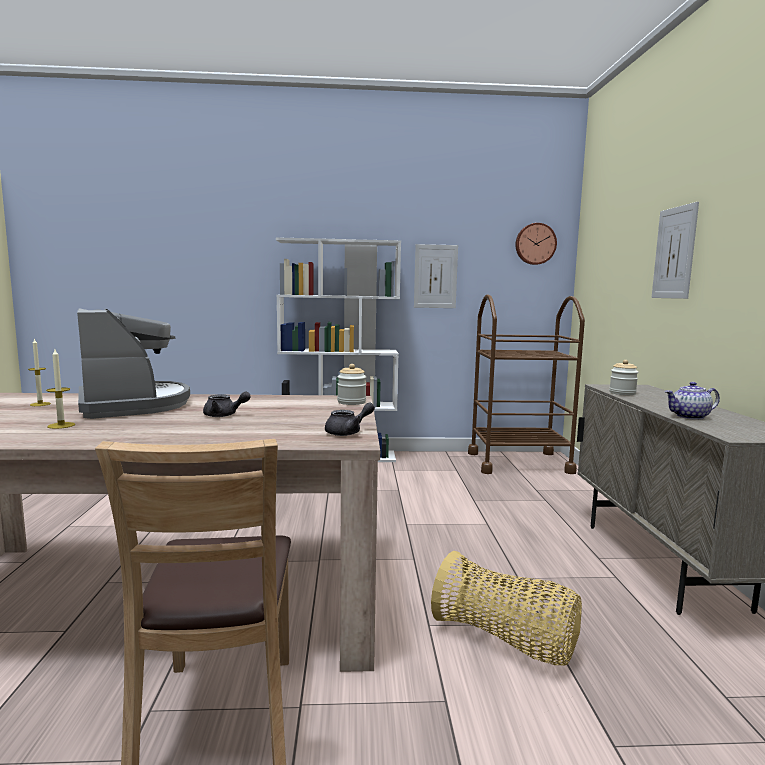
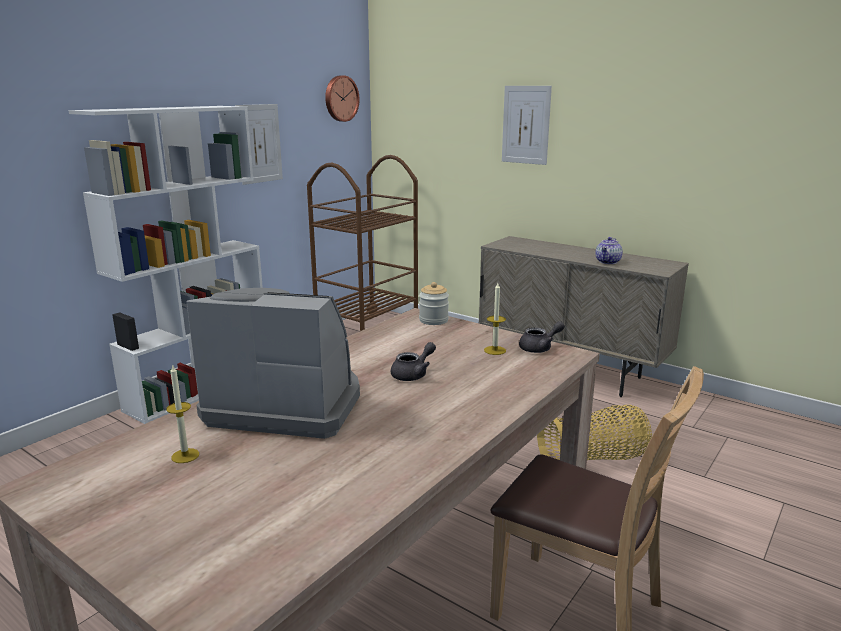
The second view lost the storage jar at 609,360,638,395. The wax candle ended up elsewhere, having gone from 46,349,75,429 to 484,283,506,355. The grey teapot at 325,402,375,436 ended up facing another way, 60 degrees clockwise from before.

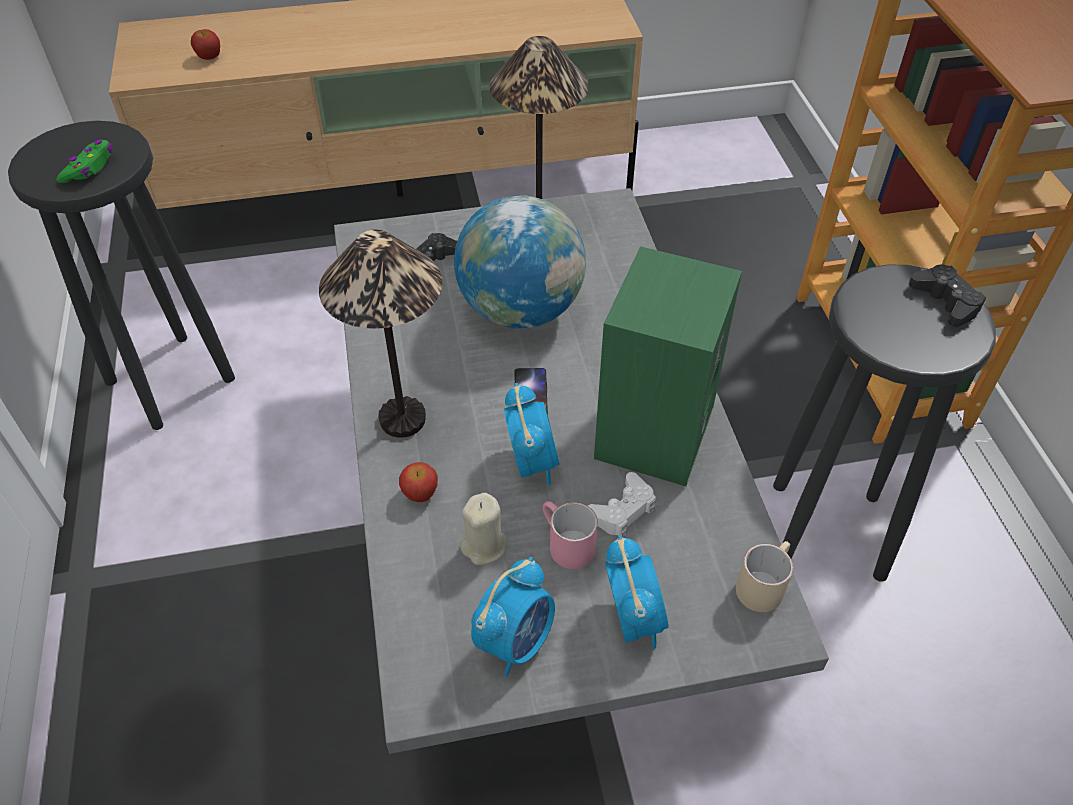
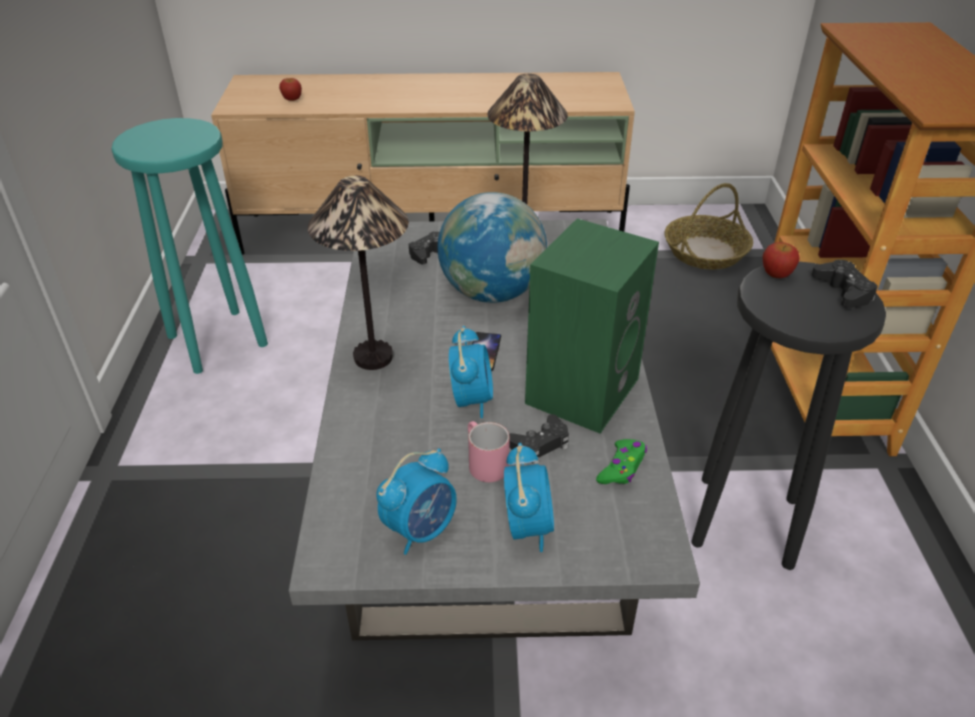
The second view lost the beige wax candle at 460,493,507,565. The second view lost the beige mug at 736,541,793,612. The second view gained the storage basket at 665,183,753,269. The green gamepad ended up elsewhere, having gone from 56,140,112,183 to 596,439,647,484. The apple fruit ended up elsewhere, having gone from 399,462,438,502 to 763,242,800,278. What was the blackish stool seat at 8,121,235,430 turned into the turquoise-coloured stool seat at 112,118,268,374. What was the white-coloured gamepad at 588,472,656,537 turned into the blackish gamepad at 509,414,569,464.

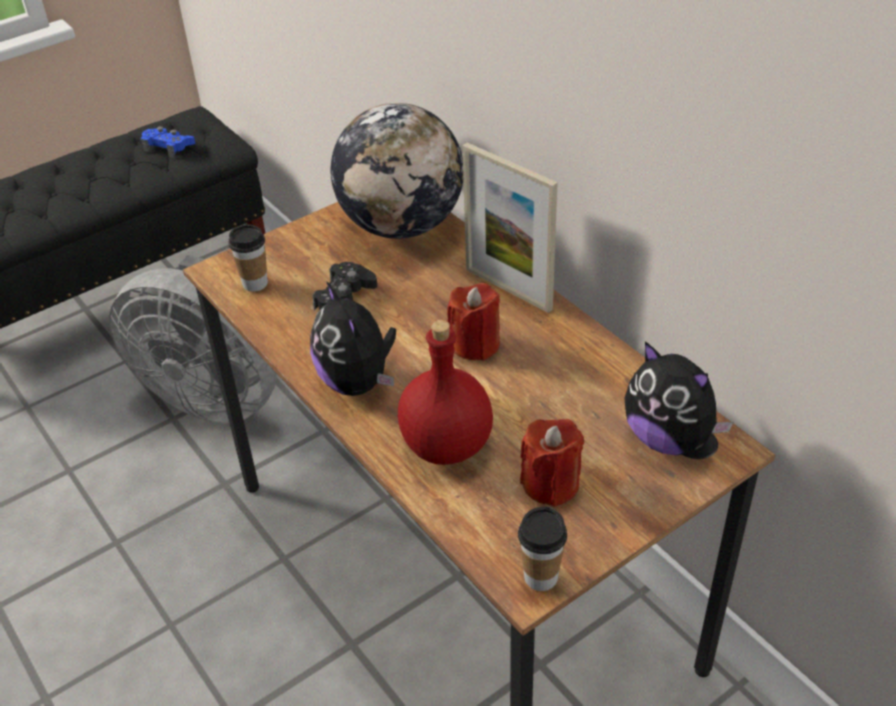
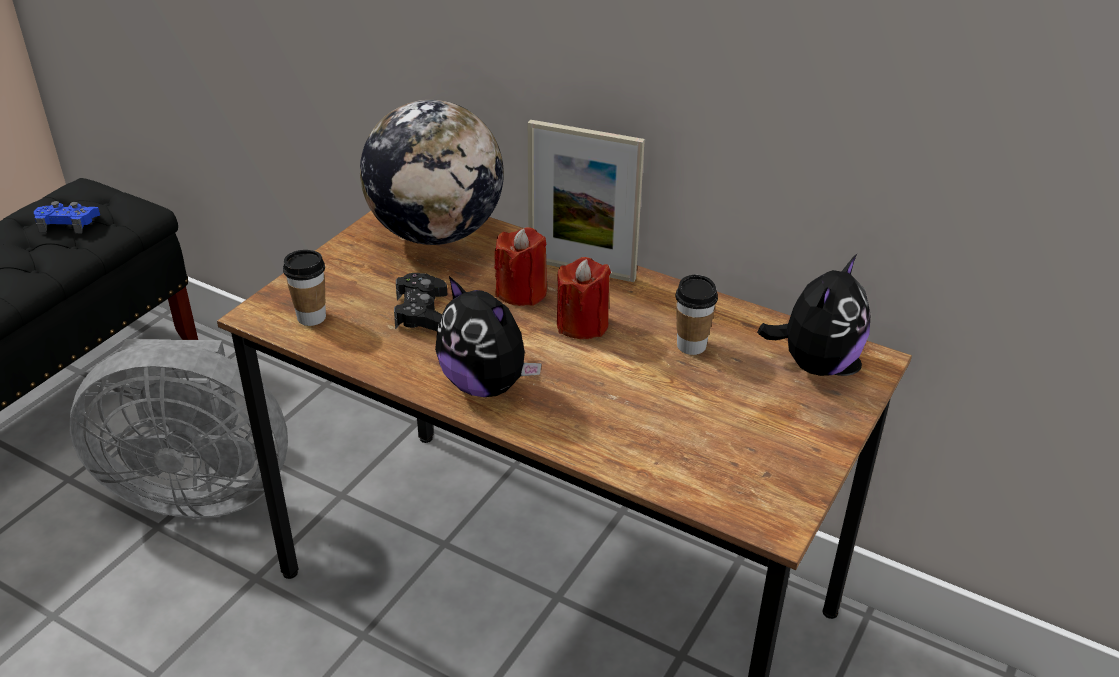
The second view lost the red-coloured beverage bottle at 398,320,493,465. The small cup ended up elsewhere, having gone from 518,507,567,591 to 675,275,718,355. The red-coloured wax candle ended up elsewhere, having gone from 520,419,584,507 to 494,227,547,306. The plush toy at 624,341,733,455 ended up facing another way, 75 degrees counterclockwise from before.

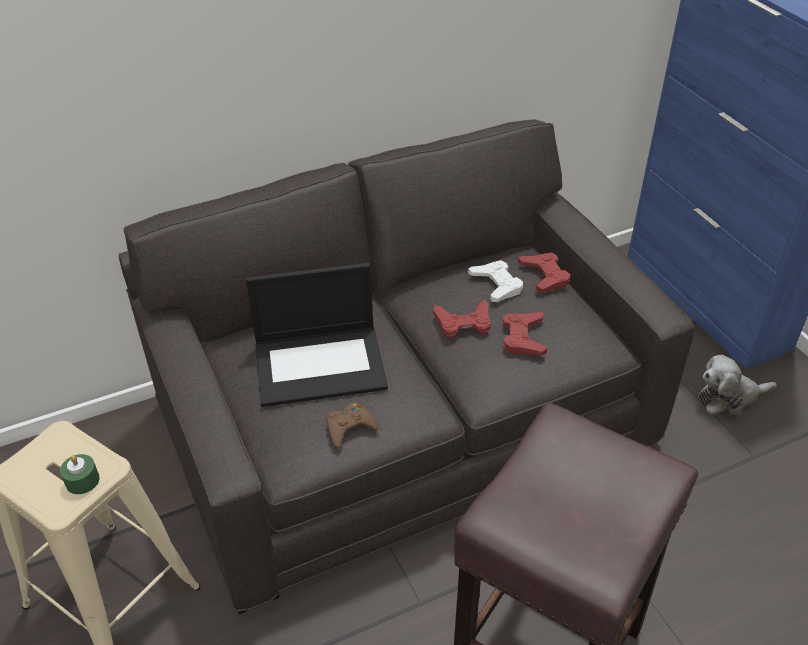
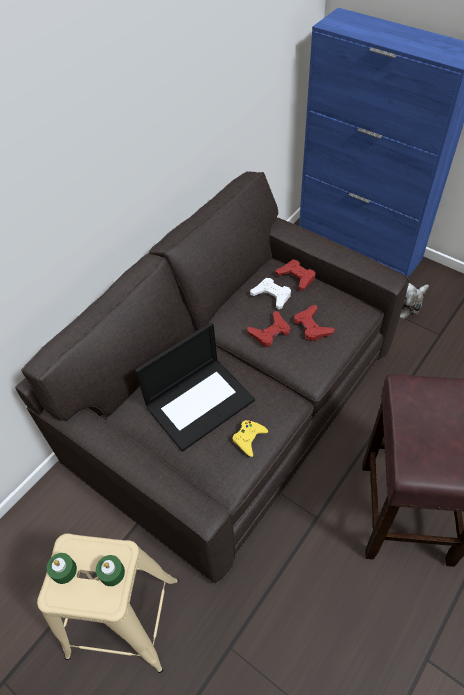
The second view gained the green wax candle at 47,553,77,584. What was the brown-coloured gamepad at 326,402,379,448 turned into the yellowish gamepad at 233,420,268,457.

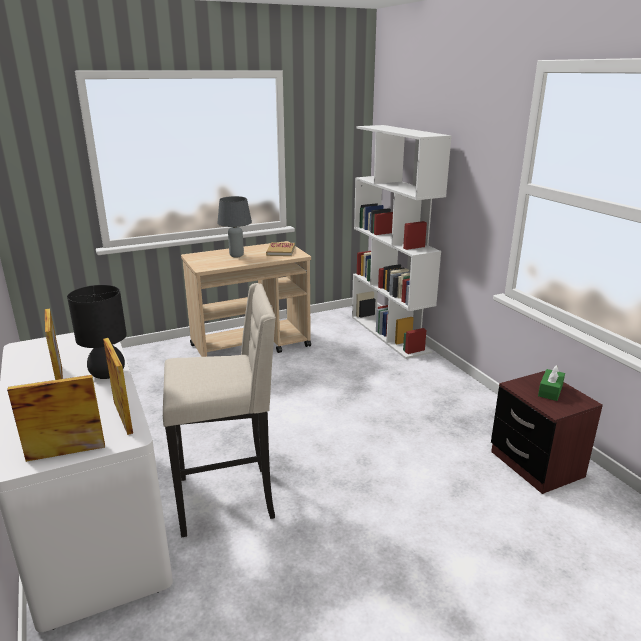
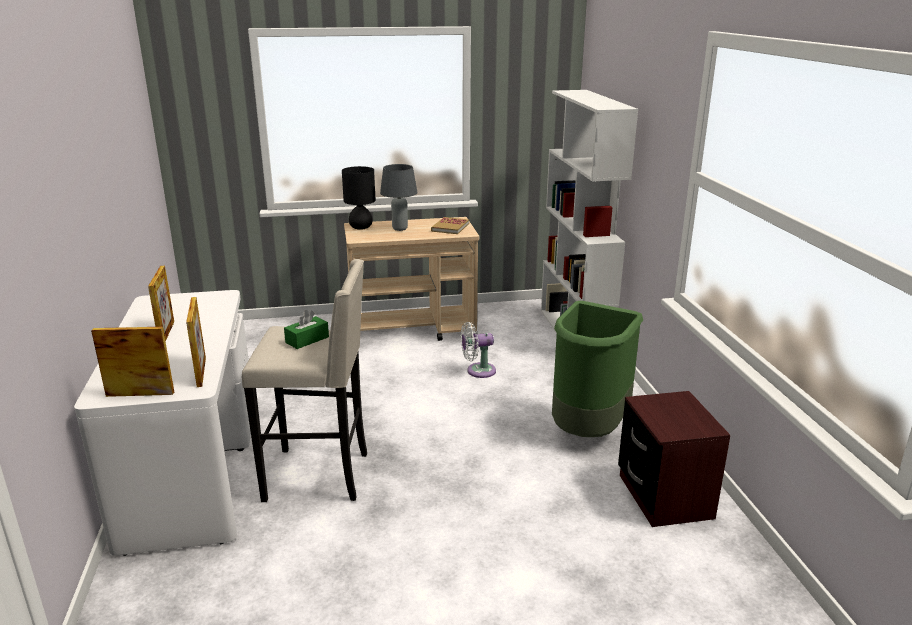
The second view gained the white-coloured fan at 461,322,496,378. The second view gained the green rubbish bin at 552,301,643,437. The blackish tabletop lamp ended up elsewhere, having gone from 67,285,127,379 to 342,166,376,230. The green tissue box ended up elsewhere, having gone from 538,365,565,401 to 284,310,329,349.

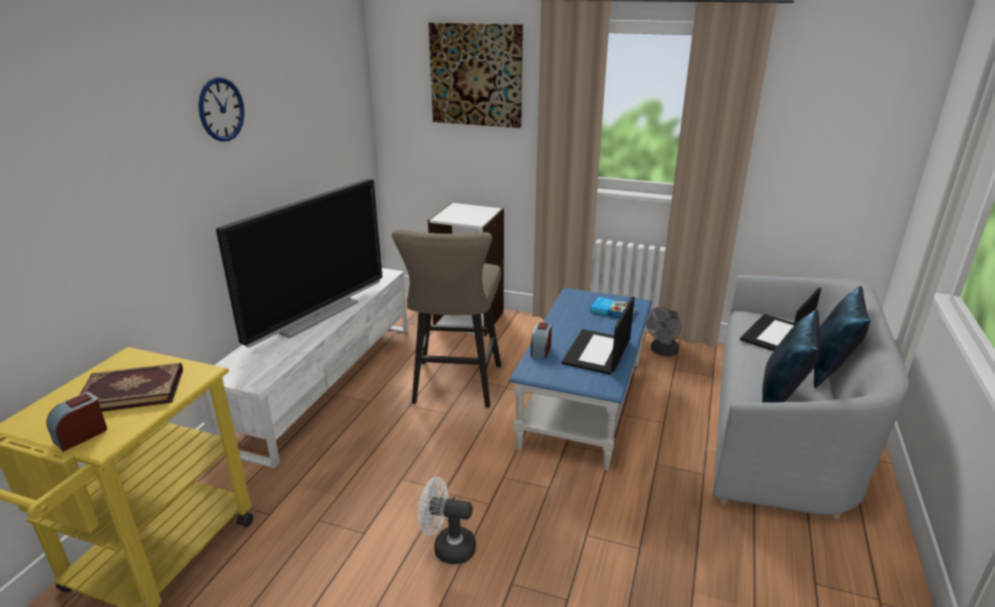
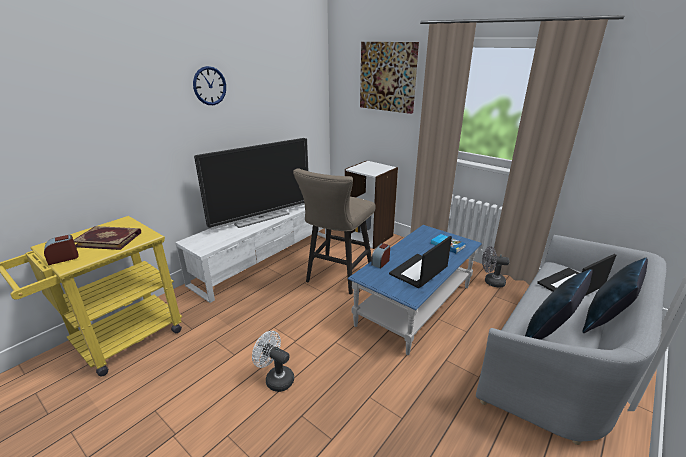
The grey fan at 646,307,681,356 ended up facing another way, 45 degrees clockwise from before.

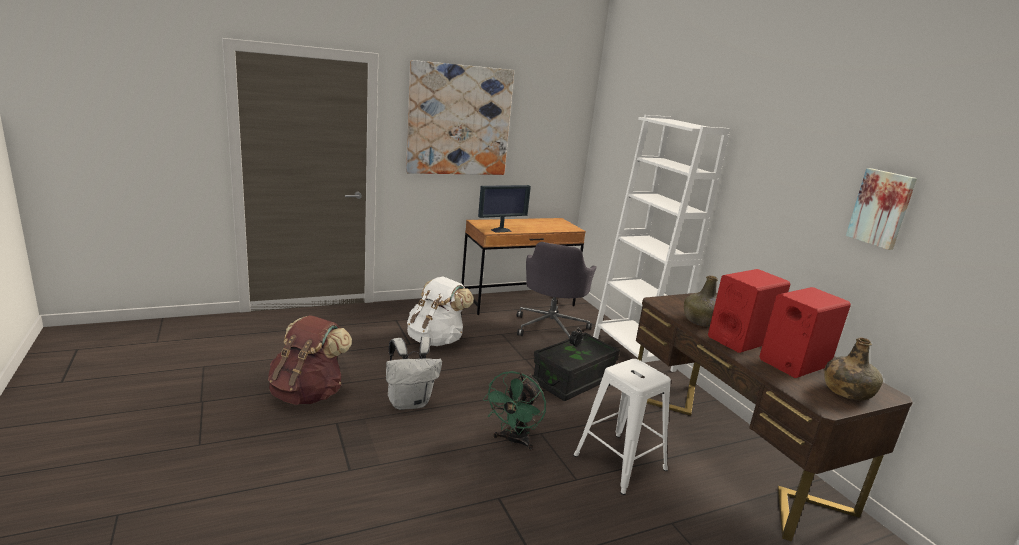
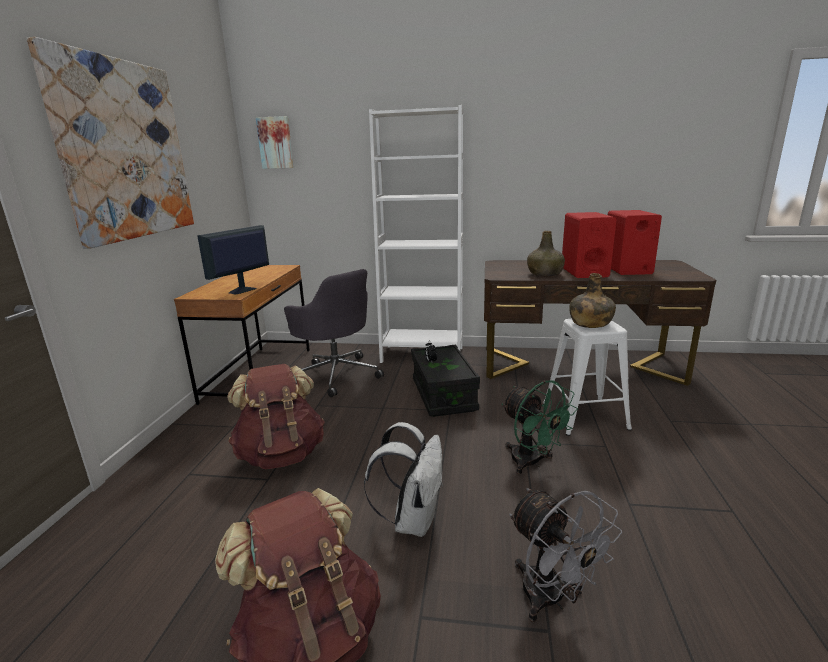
The second view gained the grey fan at 509,488,622,622. The green beverage bottle ended up elsewhere, having gone from 824,337,883,401 to 569,273,616,328. The picture ended up elsewhere, having gone from 846,168,917,250 to 256,116,294,169. What was the white-coloured backpack at 407,276,474,346 turned into the brown-coloured backpack at 227,364,325,469. The computer display at 478,185,531,232 ended up facing another way, 150 degrees counterclockwise from before.

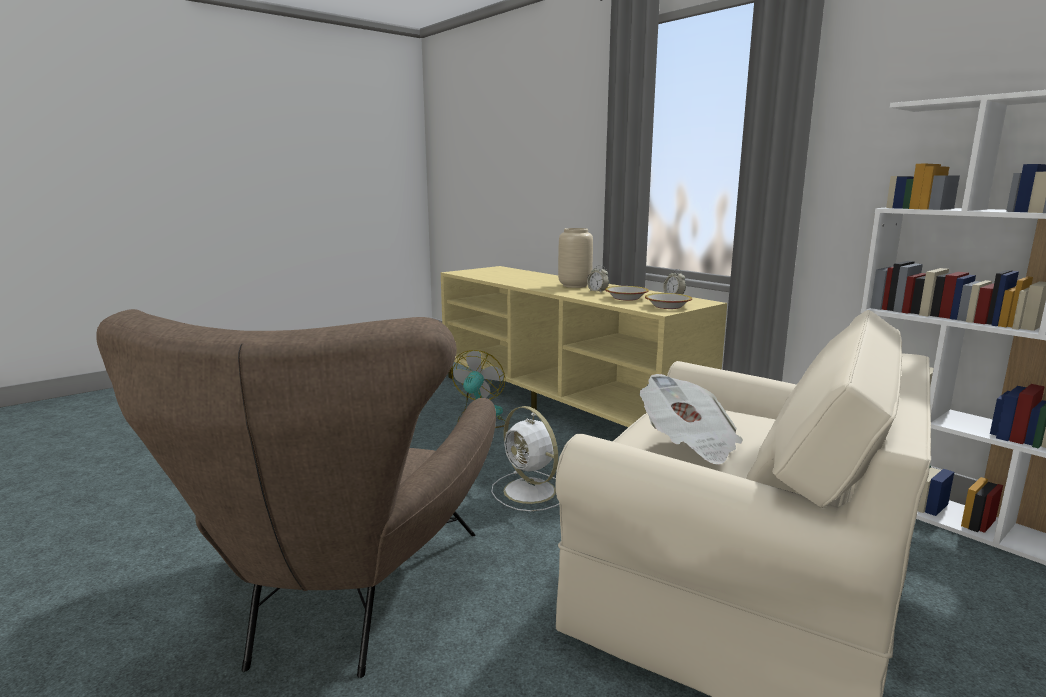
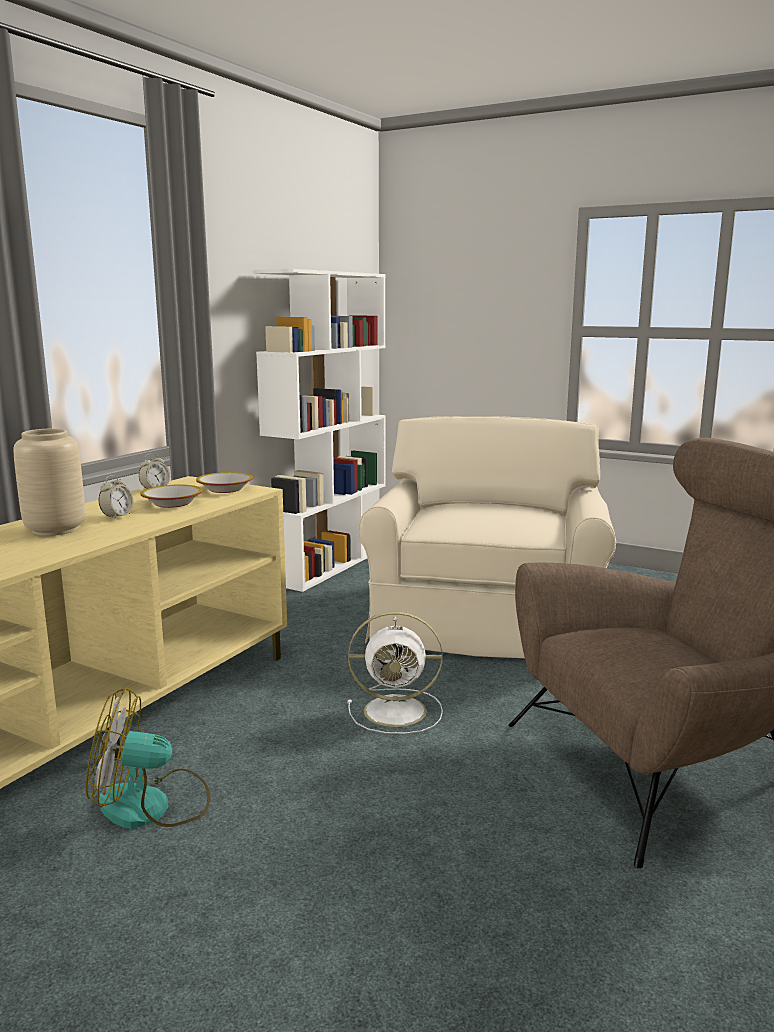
The second view lost the printed paper at 640,374,743,465. The white-coloured fan at 491,406,559,511 ended up facing another way, 60 degrees clockwise from before.

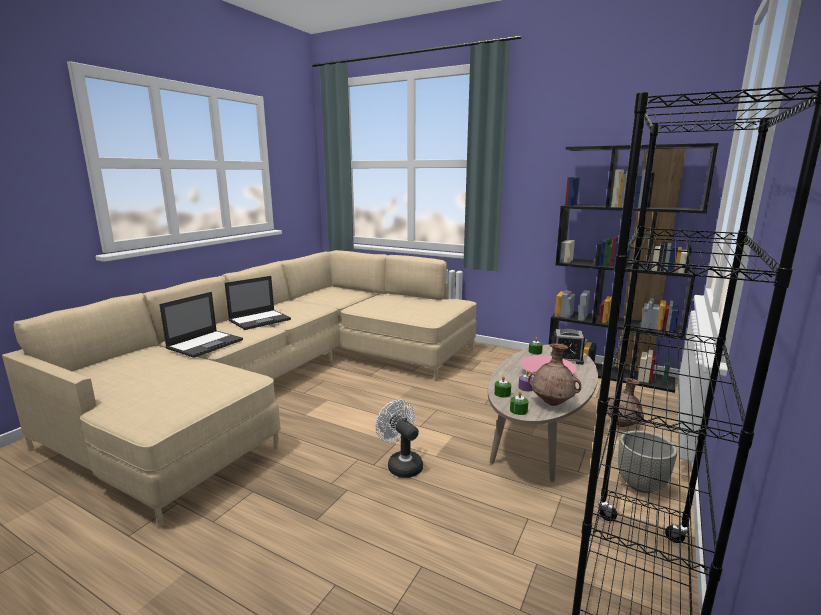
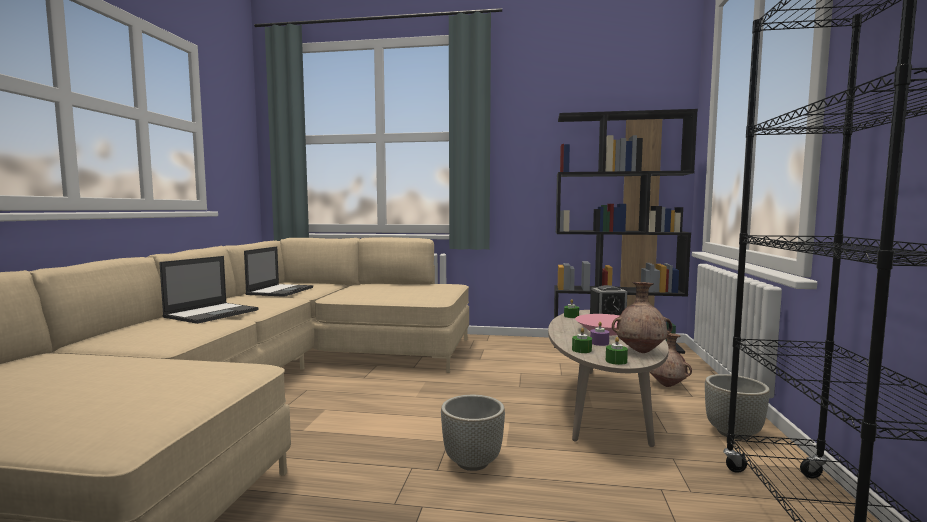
The laptop ended up elsewhere, having gone from 159,292,243,358 to 244,246,313,297. Where the white-coloured fan stood at 376,400,423,478, the grey planter came to stand at 441,395,505,471.

